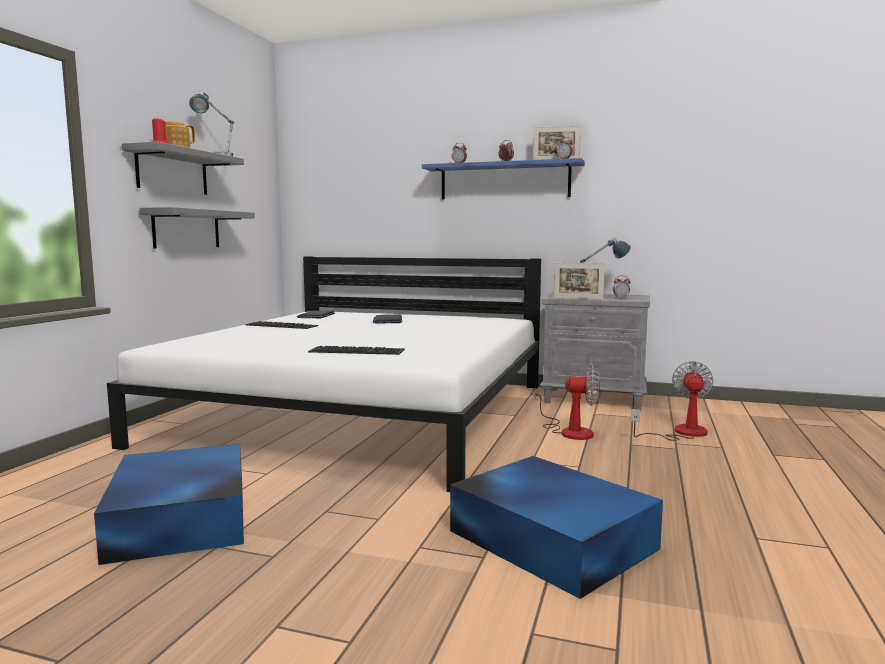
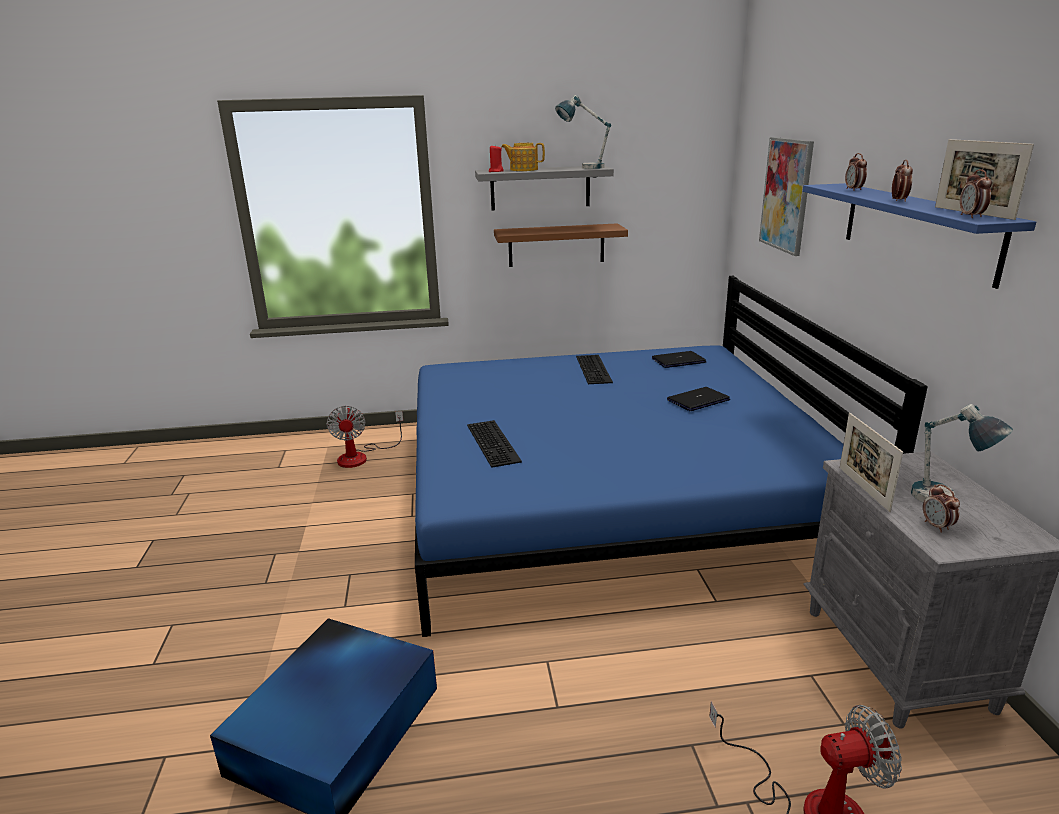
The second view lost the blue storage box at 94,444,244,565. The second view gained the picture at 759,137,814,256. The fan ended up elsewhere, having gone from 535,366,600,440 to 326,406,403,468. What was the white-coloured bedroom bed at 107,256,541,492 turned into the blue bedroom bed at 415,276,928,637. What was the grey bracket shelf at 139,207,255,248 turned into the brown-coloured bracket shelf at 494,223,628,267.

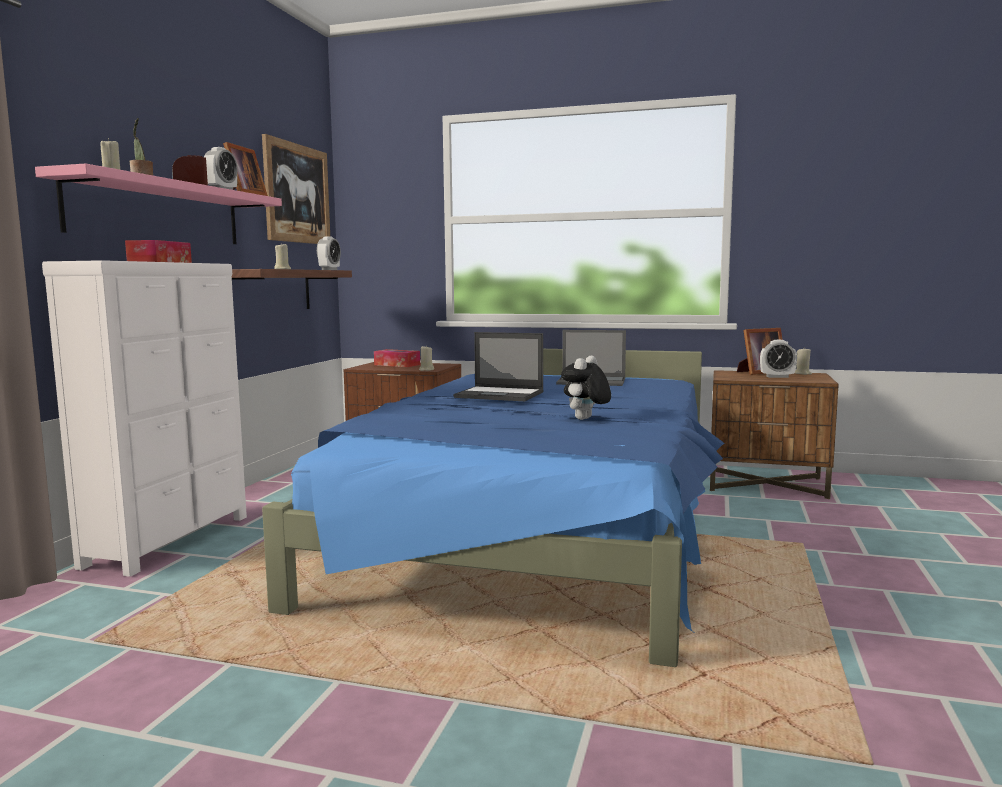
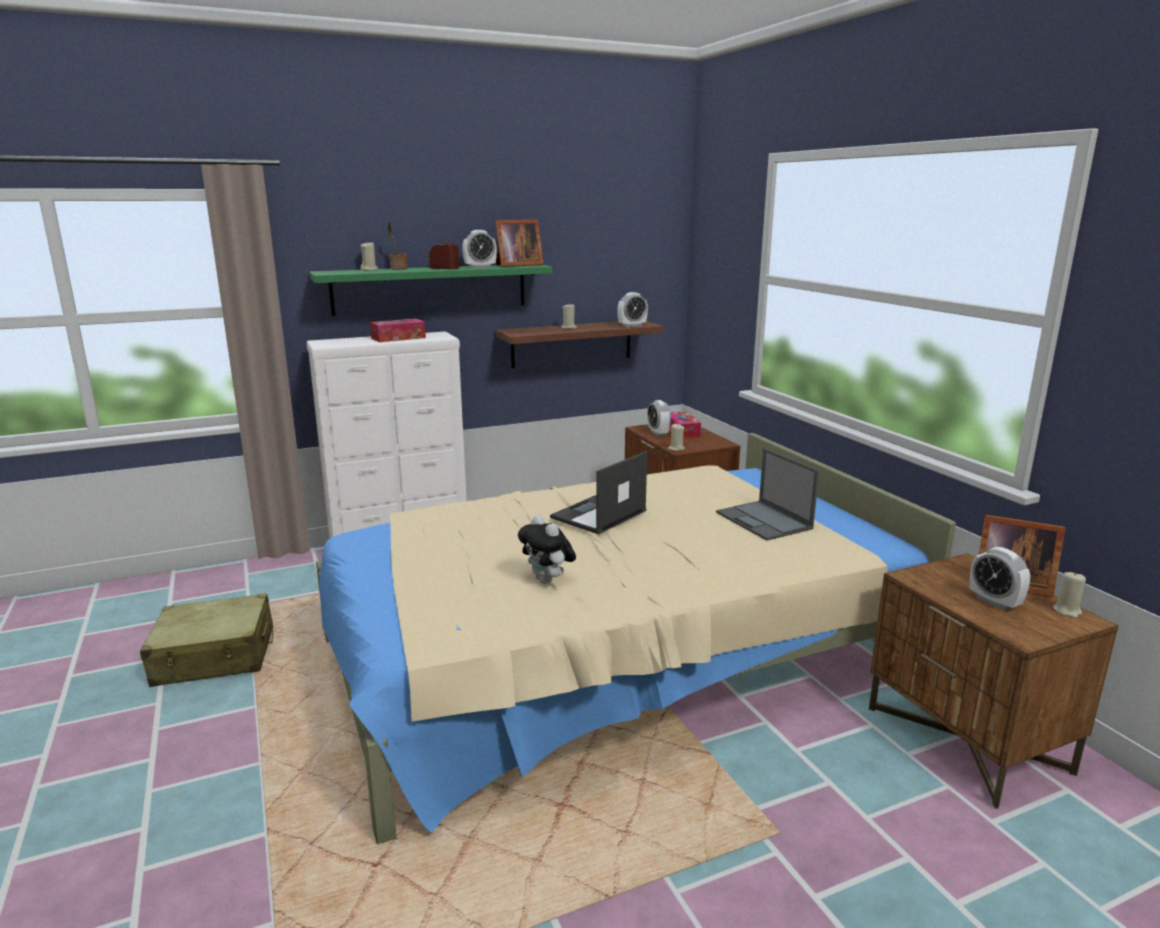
The second view lost the picture at 262,134,330,244. The second view gained the beige travel case at 140,593,274,687. The second view gained the alarm clock at 647,400,671,436. What was the pink bracket shelf at 35,163,282,244 turned into the green bracket shelf at 310,265,552,316. What was the blue bedroom bed at 262,349,724,667 turned into the beige bedroom bed at 316,433,956,844. The laptop at 453,332,544,401 ended up facing another way, 60 degrees clockwise from before. The plush toy at 561,355,611,420 ended up facing another way, 120 degrees counterclockwise from before.

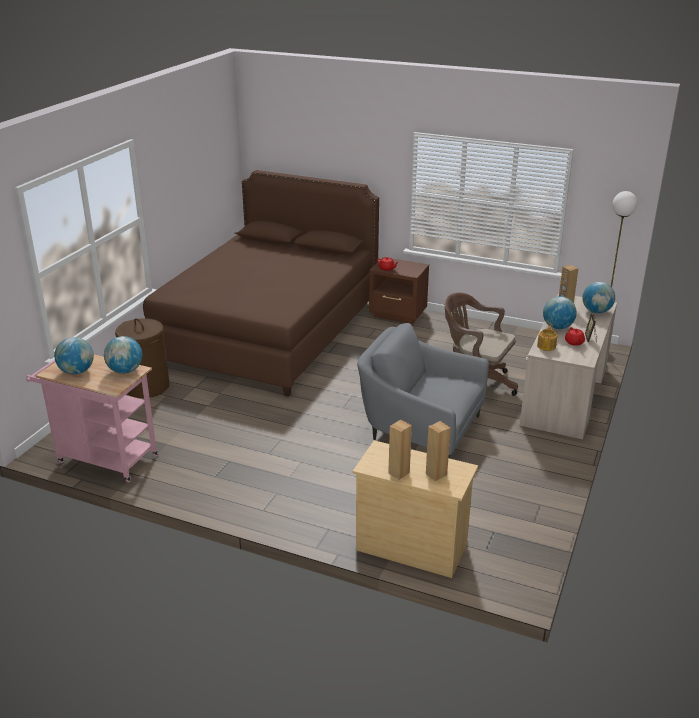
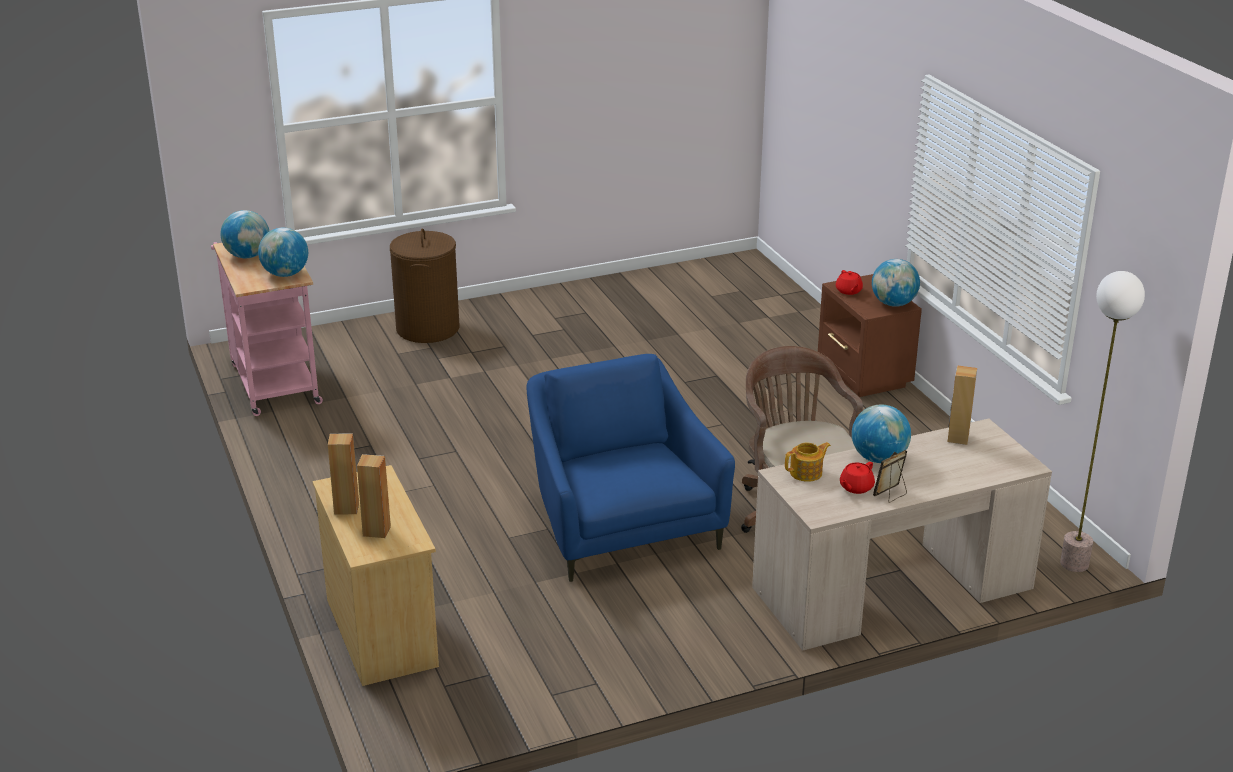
The second view lost the brown-coloured bedroom bed at 143,170,379,397. The world globe ended up elsewhere, having gone from 582,282,615,313 to 872,259,920,307. What was the grey lounge chair at 357,323,489,458 turned into the blue lounge chair at 526,354,735,582.

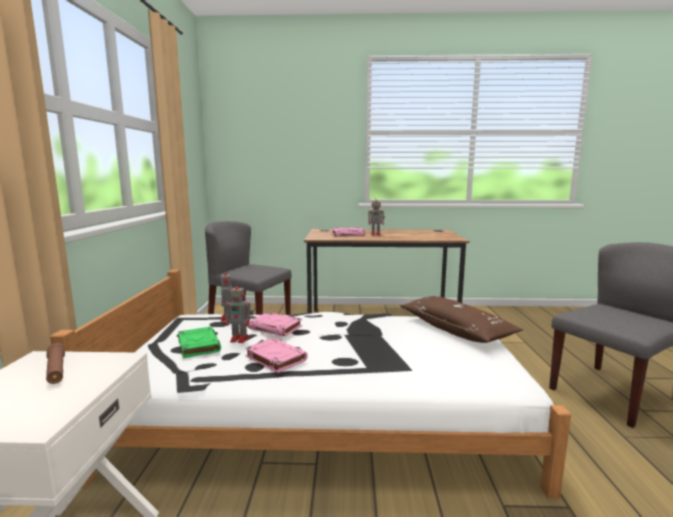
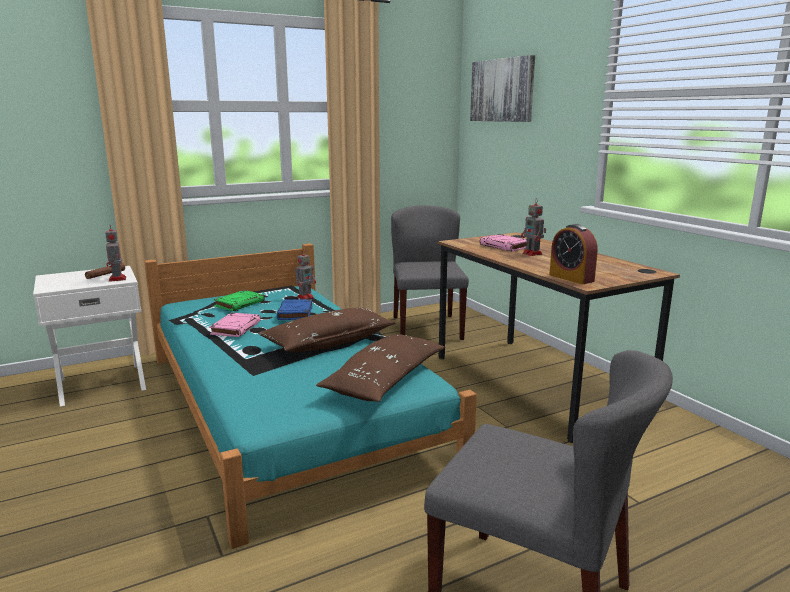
The second view gained the brown-coloured throw pillow at 258,307,395,353. The second view gained the picture at 470,55,535,122. The second view gained the alarm clock at 549,224,598,284. The toy robot ended up elsewhere, having gone from 225,281,253,343 to 105,225,126,282. What was the white-coloured bedroom bed at 50,270,571,499 turned into the turquoise-coloured bedroom bed at 144,243,477,549. What was the pink bound book at 248,312,302,336 turned into the blue bound book at 276,299,312,320.

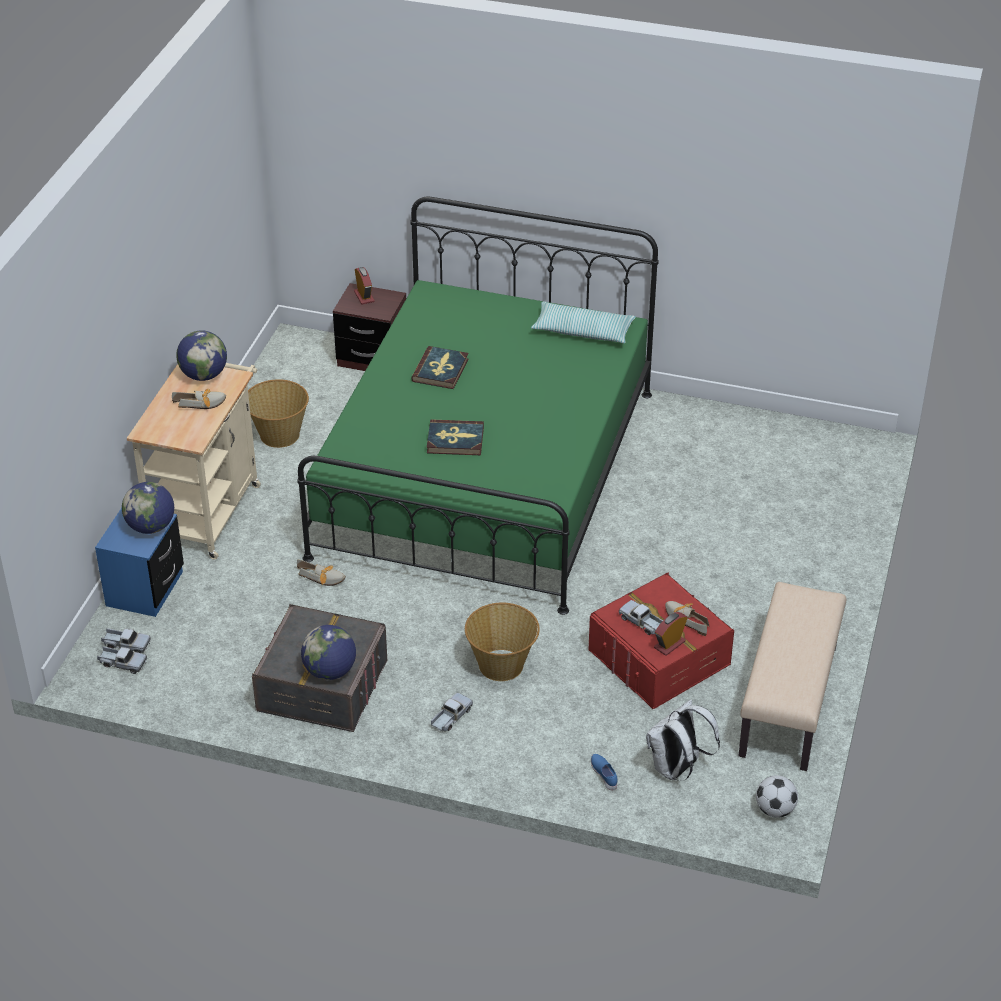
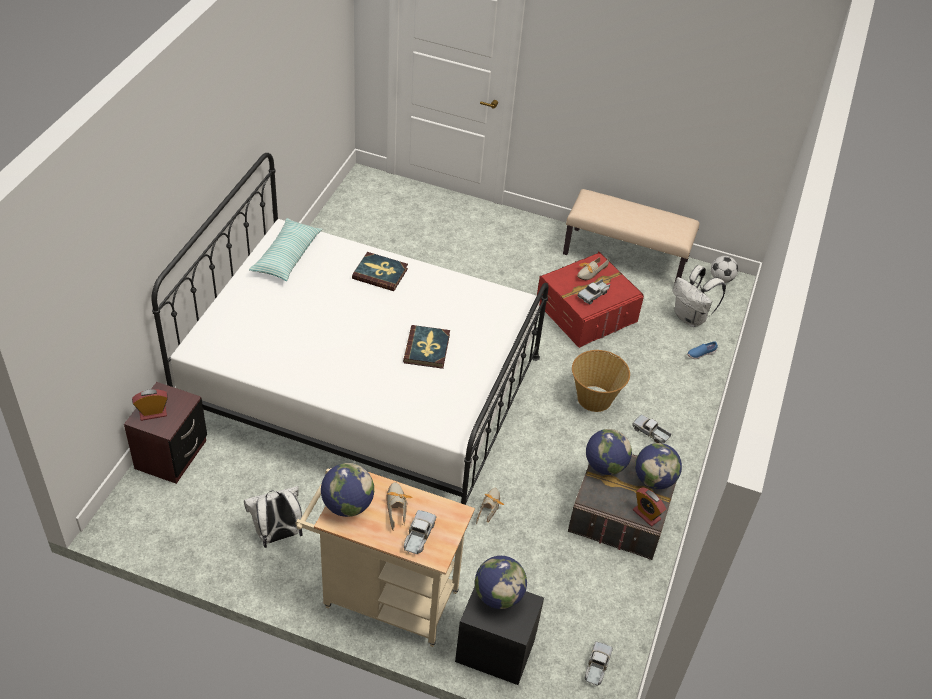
The second view gained the world globe at 586,429,632,475. The toy truck ended up elsewhere, having gone from 101,628,151,653 to 404,510,436,554. The bound book ended up elsewhere, having gone from 411,346,469,389 to 352,252,408,291. The alarm clock ended up elsewhere, having gone from 654,612,688,656 to 633,487,666,526. Where the storage basket stood at 248,379,309,448, the white-coloured backpack came to stand at 244,486,302,548. What was the blue bedside table at 95,508,184,617 turned into the blackish bedside table at 455,587,544,685. What was the green bedroom bed at 297,196,659,615 turned into the white-coloured bedroom bed at 151,153,548,505.

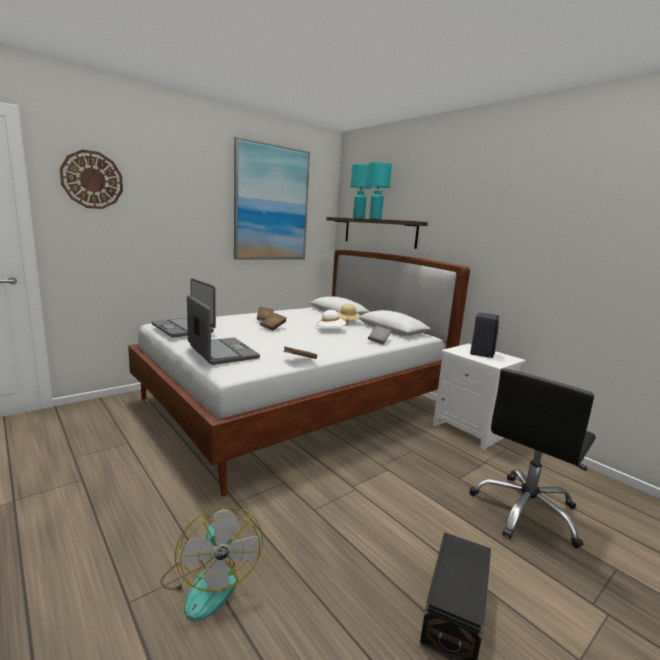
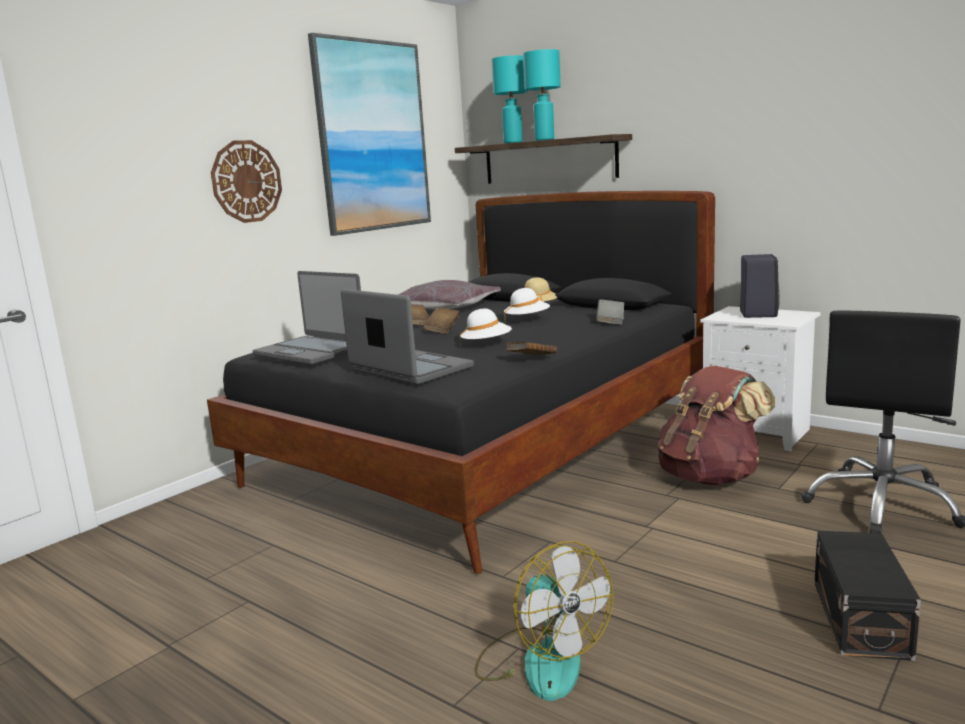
The second view gained the grey throw pillow at 398,280,501,310. The second view gained the white-coloured clothing hat at 460,309,512,346. The second view gained the brown-coloured backpack at 658,366,776,485. The clock on the wall ended up elsewhere, having gone from 60,150,123,209 to 211,140,282,223. What was the white-coloured bedroom bed at 128,250,470,497 turned into the blackish bedroom bed at 207,191,715,574.

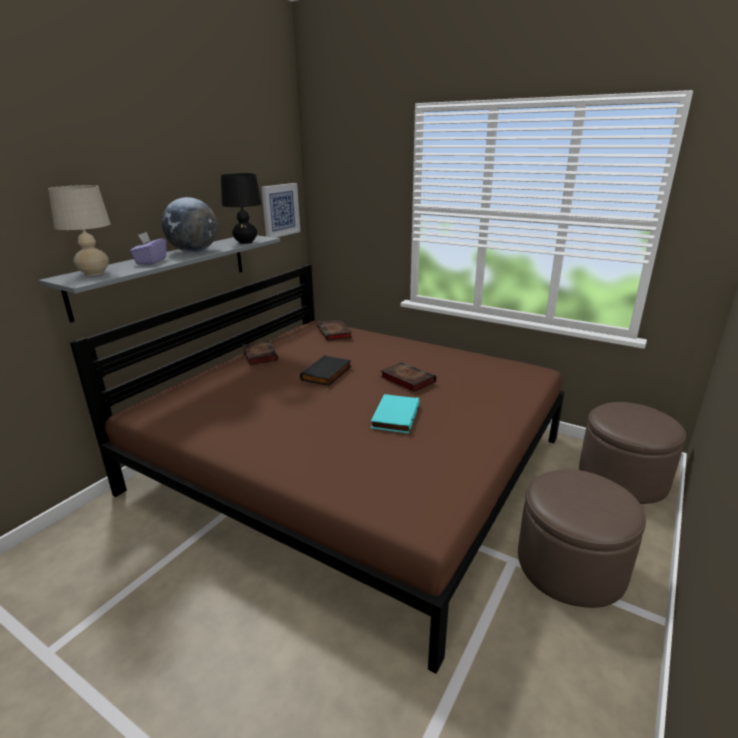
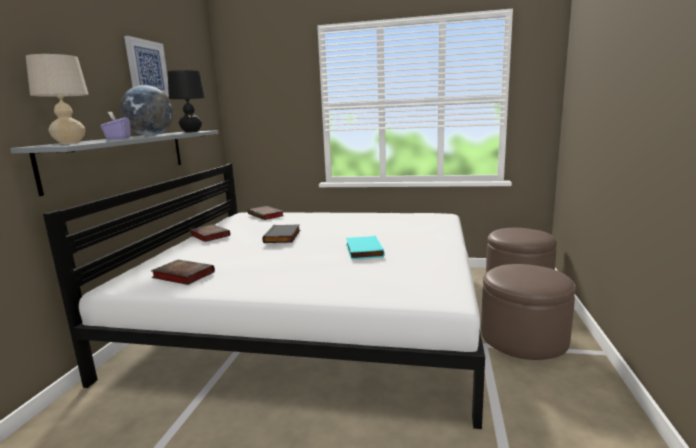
The picture ended up elsewhere, having gone from 261,183,300,238 to 124,36,169,97. The bound book ended up elsewhere, having gone from 381,362,436,392 to 151,260,215,285. What was the brown-coloured bedroom bed at 70,264,565,674 turned into the white-coloured bedroom bed at 43,164,485,429.

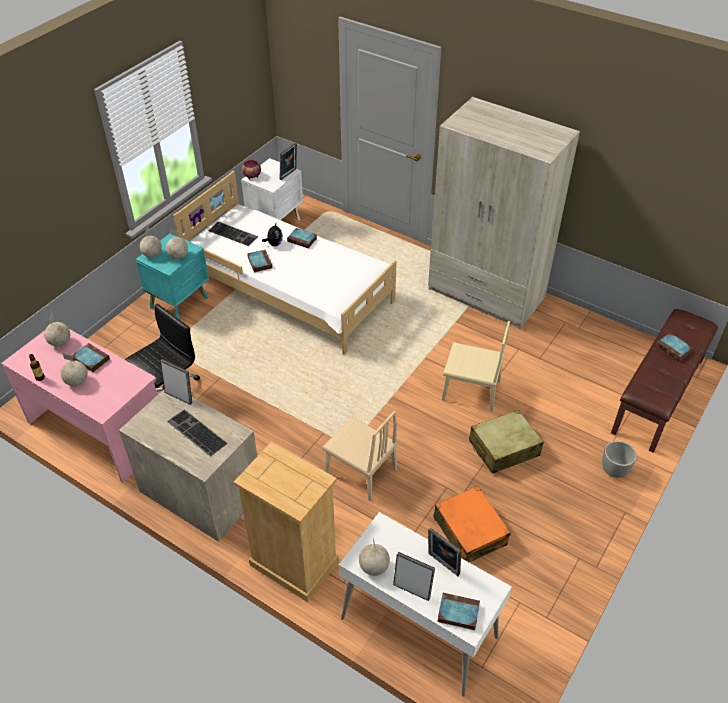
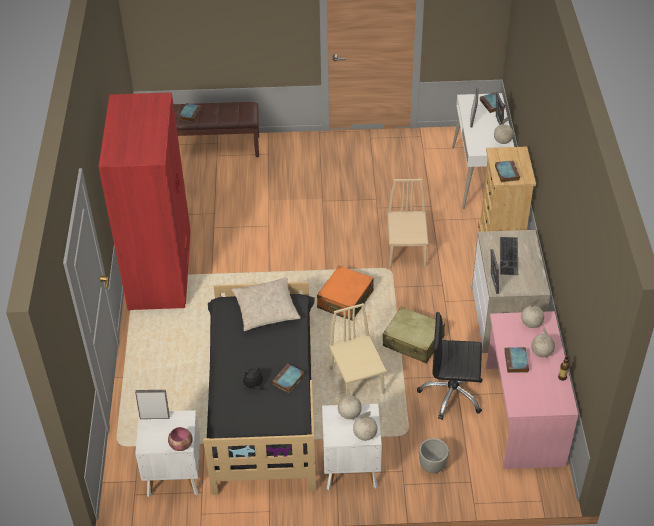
The second view lost the PC keyboard at 209,222,258,246. The second view gained the beige throw pillow at 231,277,301,331. The world globe ended up elsewhere, having gone from 44,312,70,347 to 521,299,544,328. The bound book ended up elsewhere, having gone from 287,228,317,248 to 495,160,520,182. The orange travel case ended up elsewhere, having gone from 433,486,511,562 to 317,266,374,321. The beige upright chair ended up elsewhere, having gone from 442,321,510,412 to 329,303,387,396. The beige travel case ended up elsewhere, having gone from 469,410,544,474 to 383,307,445,363. The grey planter ended up elsewhere, having gone from 602,441,637,478 to 419,438,449,473. What was the turquoise-coloured bedside table at 136,234,209,320 turned into the white-coloured bedside table at 322,404,382,490. What was the white-coloured bedroom bed at 173,171,397,355 turned into the blackish bedroom bed at 203,282,316,495. What was the beige armoire at 428,97,580,329 turned into the red-coloured armoire at 98,92,191,311.

